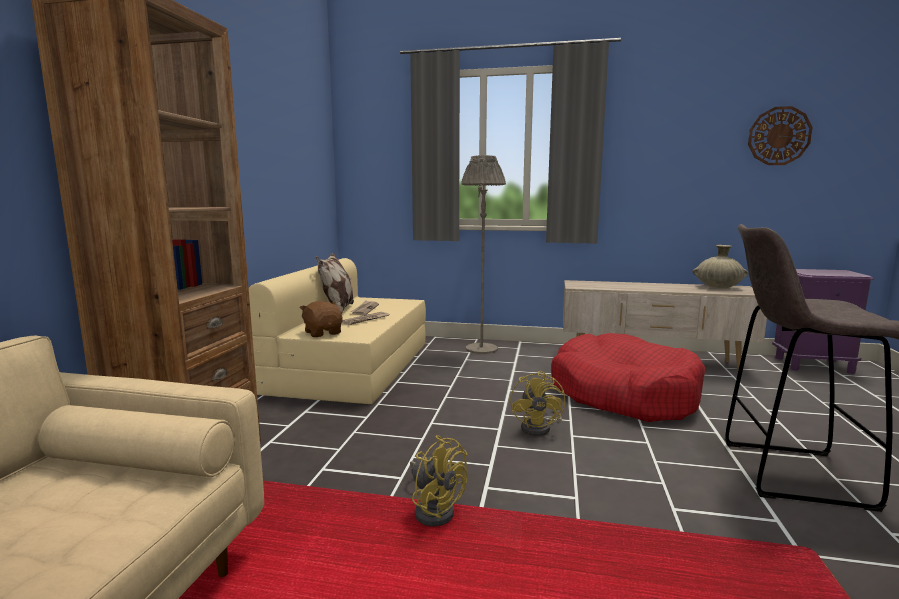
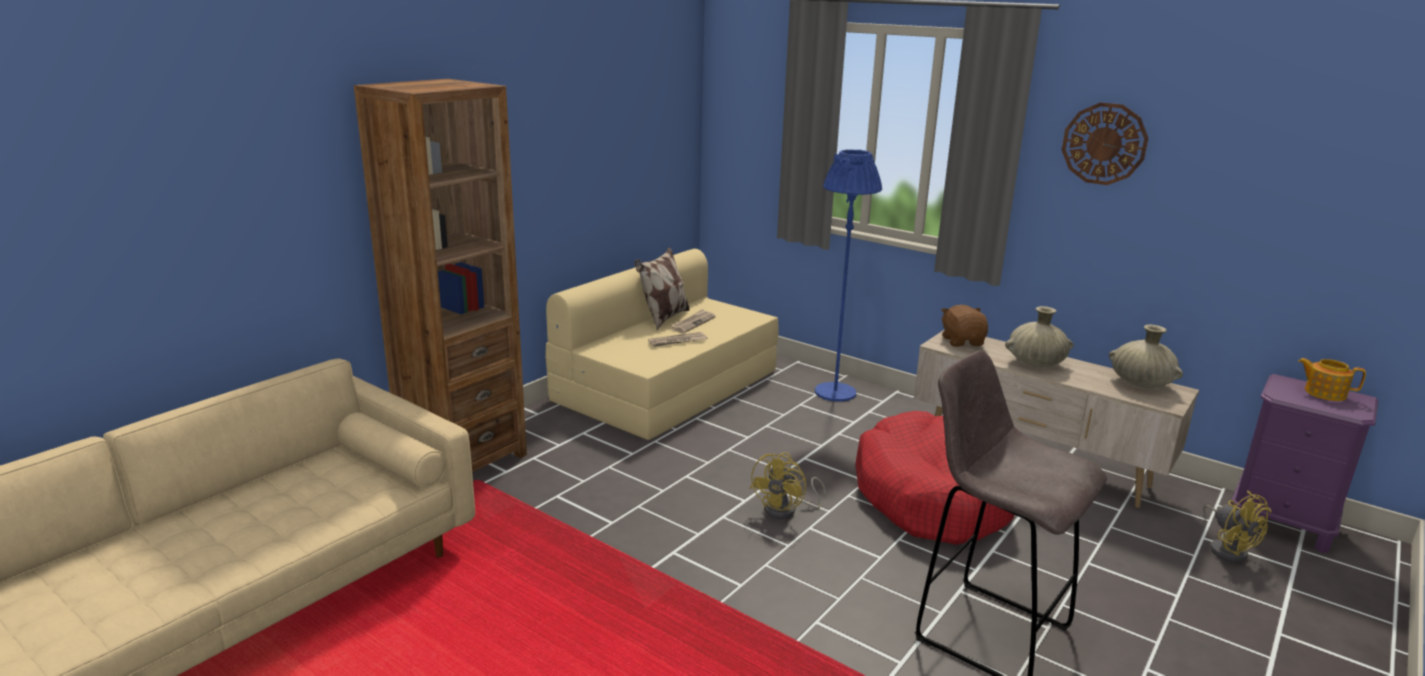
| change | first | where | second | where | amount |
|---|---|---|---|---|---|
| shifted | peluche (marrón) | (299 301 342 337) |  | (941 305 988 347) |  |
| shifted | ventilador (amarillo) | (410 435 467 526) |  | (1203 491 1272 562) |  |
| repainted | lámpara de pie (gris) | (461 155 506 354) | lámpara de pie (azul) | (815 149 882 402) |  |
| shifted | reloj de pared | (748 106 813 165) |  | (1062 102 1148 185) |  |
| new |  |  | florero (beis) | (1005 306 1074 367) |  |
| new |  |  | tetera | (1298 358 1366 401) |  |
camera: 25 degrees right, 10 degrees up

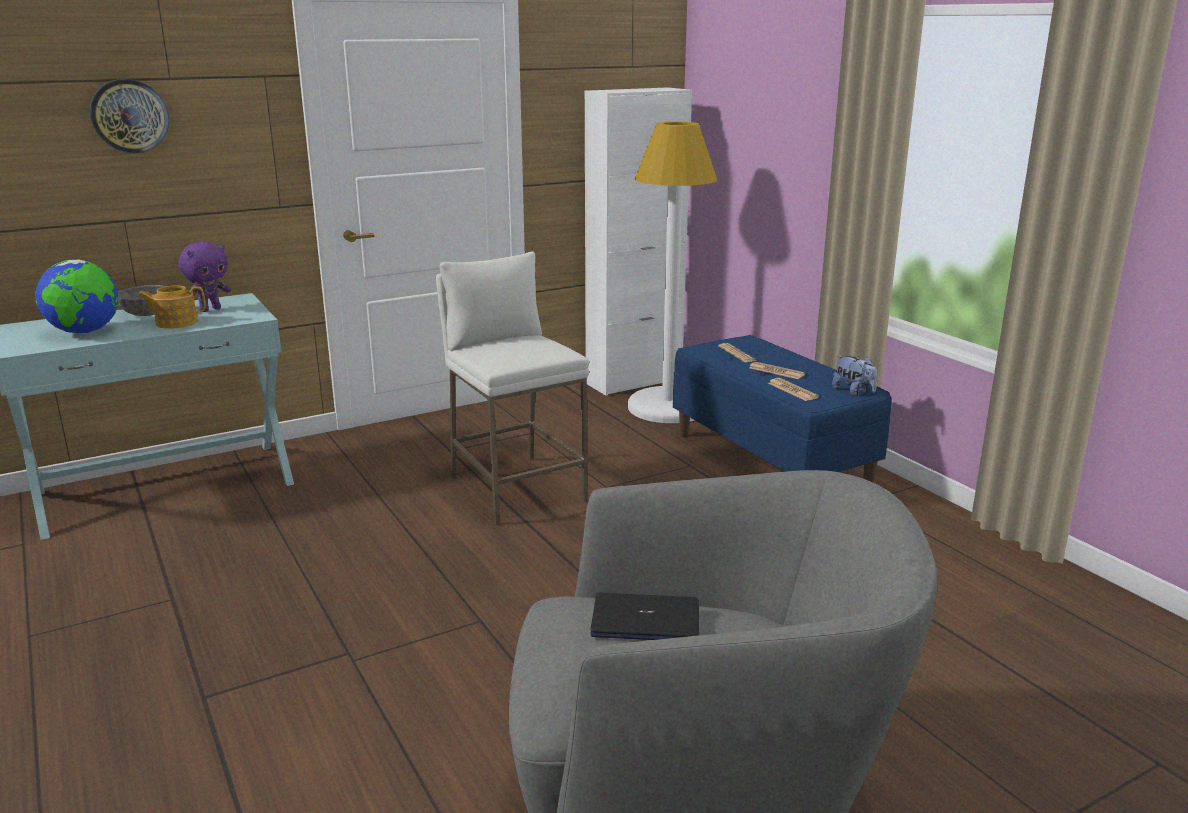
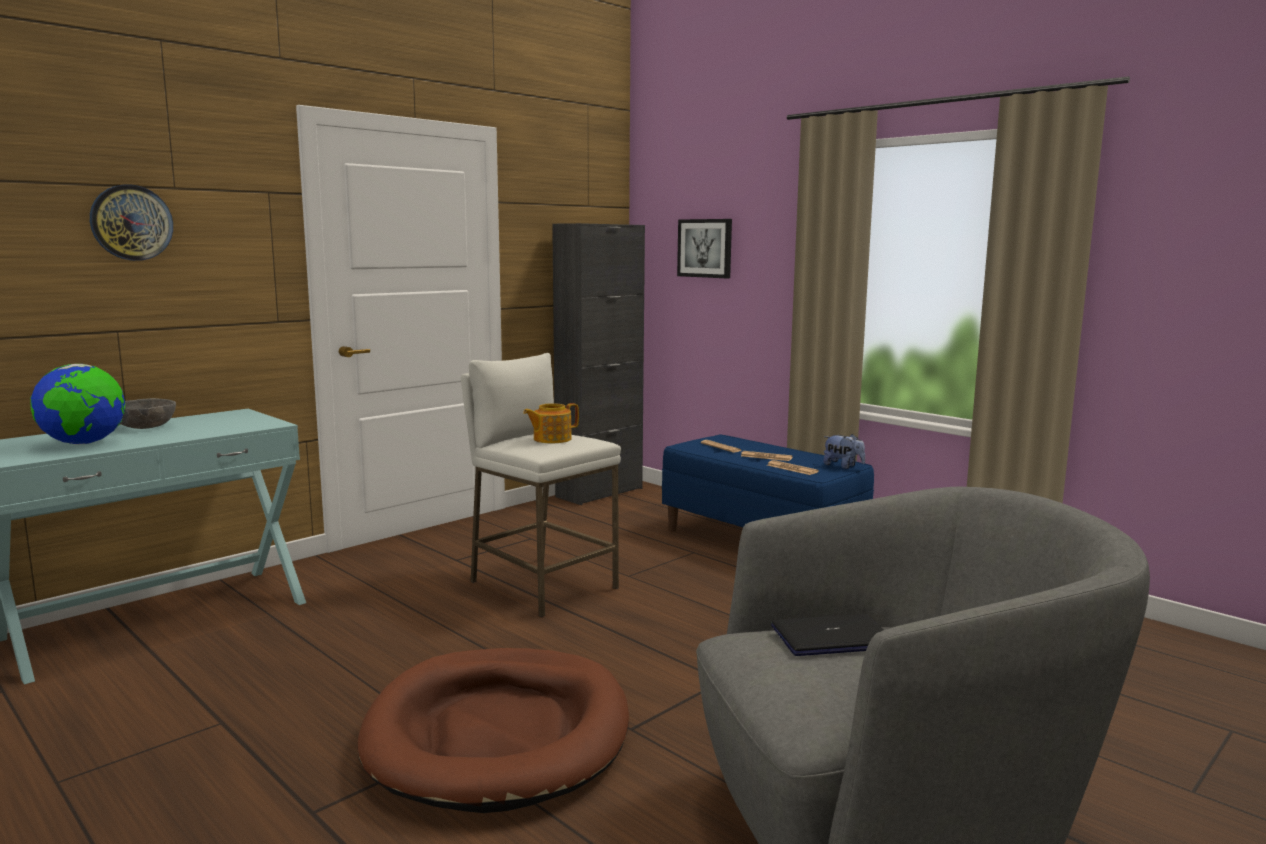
| change | first | where | second | where | amount |
|---|---|---|---|---|---|
| shifted | tetera | (137 285 206 329) |  | (523 403 579 443) |  |
| gone | peluche (morado) | (178 242 231 312) |  |  |  |
| repainted | armario (blanco) | (585 87 692 396) | armario (negro) | (552 223 645 505) |  |
| gone | lámpara de pie (blanco) | (628 122 717 423) |  |  |  |
| new |  |  | cama para perro (marrón) | (358 648 629 813) |  |
| new |  |  | cuadro | (677 219 732 278) |  |
camera: 15 degrees left, 10 degrees down

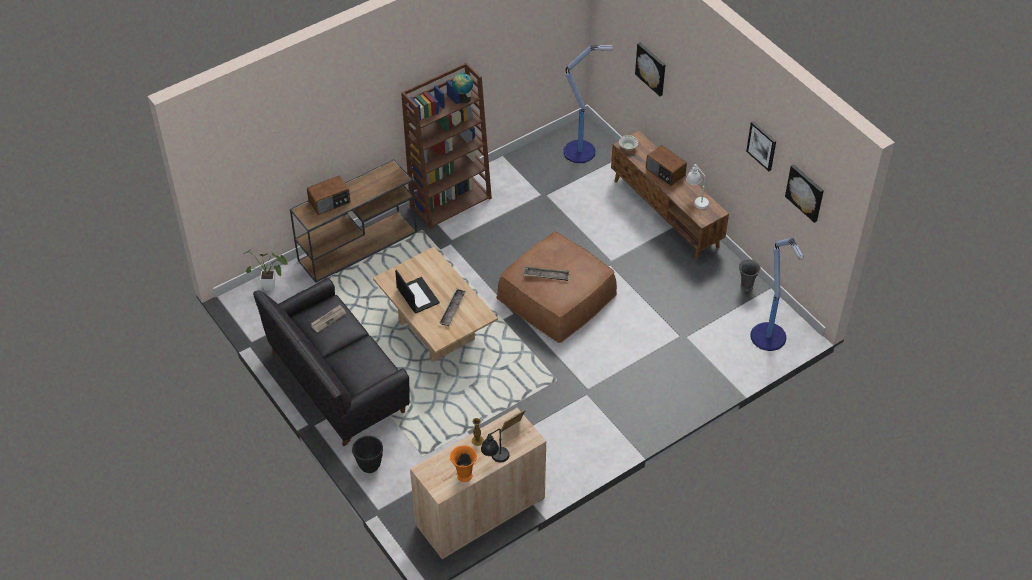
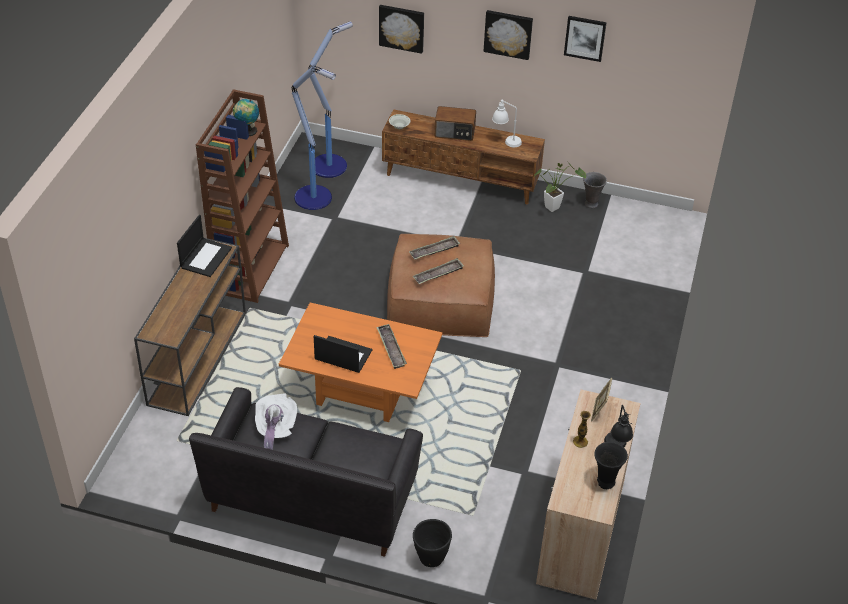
| change | first | where | second | where | amount |
|---|---|---|---|---|---|
| shifted | planta en maceta | (245 250 287 291) |  | (533 163 586 212) |  |
| gone | radio | (307 176 350 215) |  |  |  |
| swapped | periódico | (311 305 346 333) | sombrero (blanco) | (255 393 297 450) |  |
| repainted | mesa de centro (beis) | (373 247 498 362) | mesa de centro (naranja) | (279 303 442 422) |  |
| repainted | florero (naranja) | (450 446 477 482) | florero (negro) | (594 442 628 489) |  |
| shifted | lámpara de pie | (750 238 804 351) |  | (292 65 336 210) |  |
| shifted | cuadro | (785 164 824 223) |  | (483 10 533 60) |  |
| new |  |  | portátil | (177 215 232 277) |  |
| new |  |  | bandeja | (409 236 460 260) |  |
camera: 40 degrees left, 5 degrees down

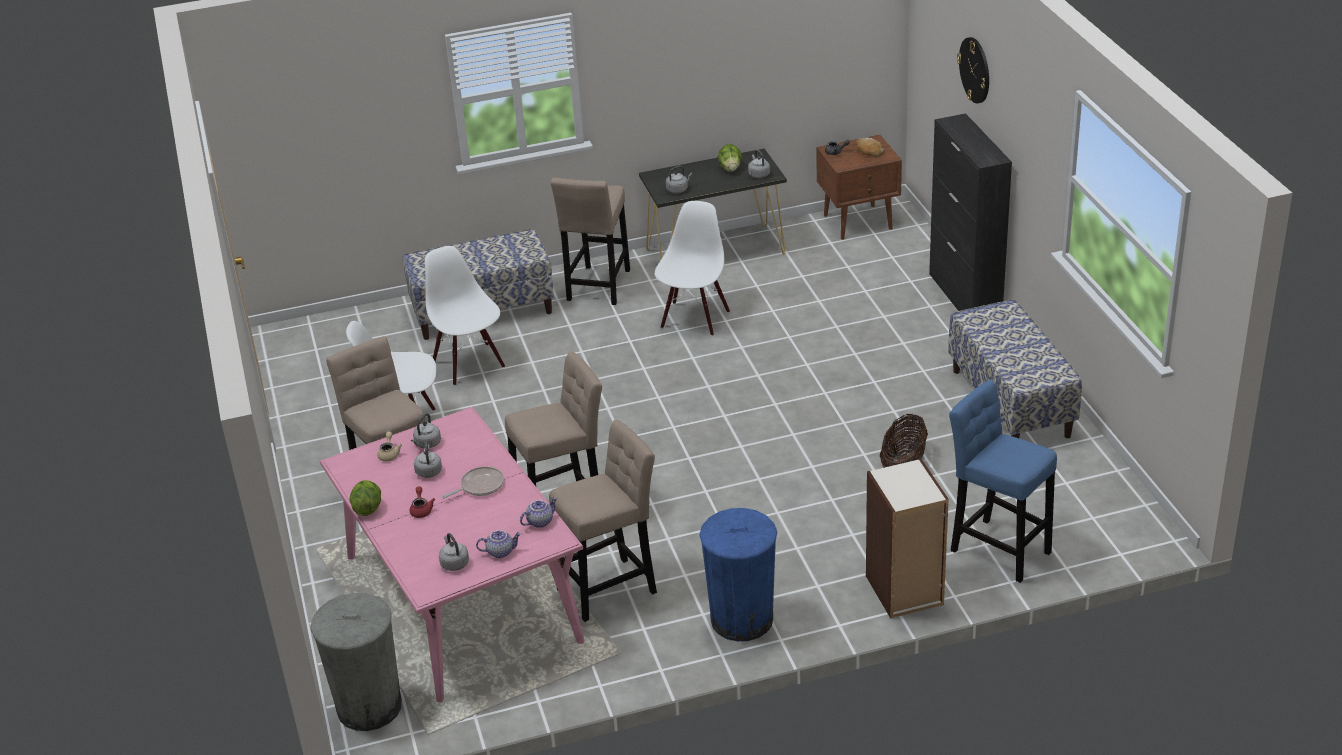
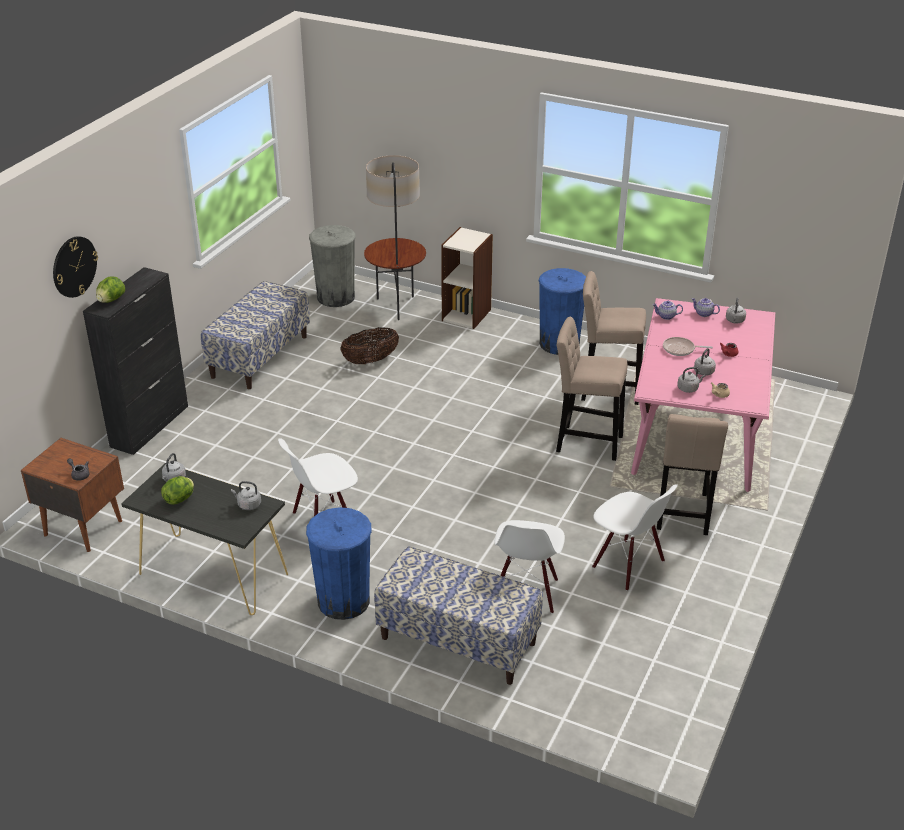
| change | first | where | second | where | amount |
|---|---|---|---|---|---|
| shifted | papelera (gris) | (311 593 402 731) |  | (309 225 356 307) |  |
| shifted | lechuga | (349 480 381 516) |  | (96 277 125 303) |  |
| swapped | taburete (beis) | (551 177 630 305) | papelera (azul) | (306 507 371 620) |  |
| gone | pan | (856 137 884 157) |  |  |  |
| swapped | taburete (azul) | (949 380 1057 583) | lámpara de pie | (364 155 426 320) |  |
camera: 140 degrees left, 0 degrees up

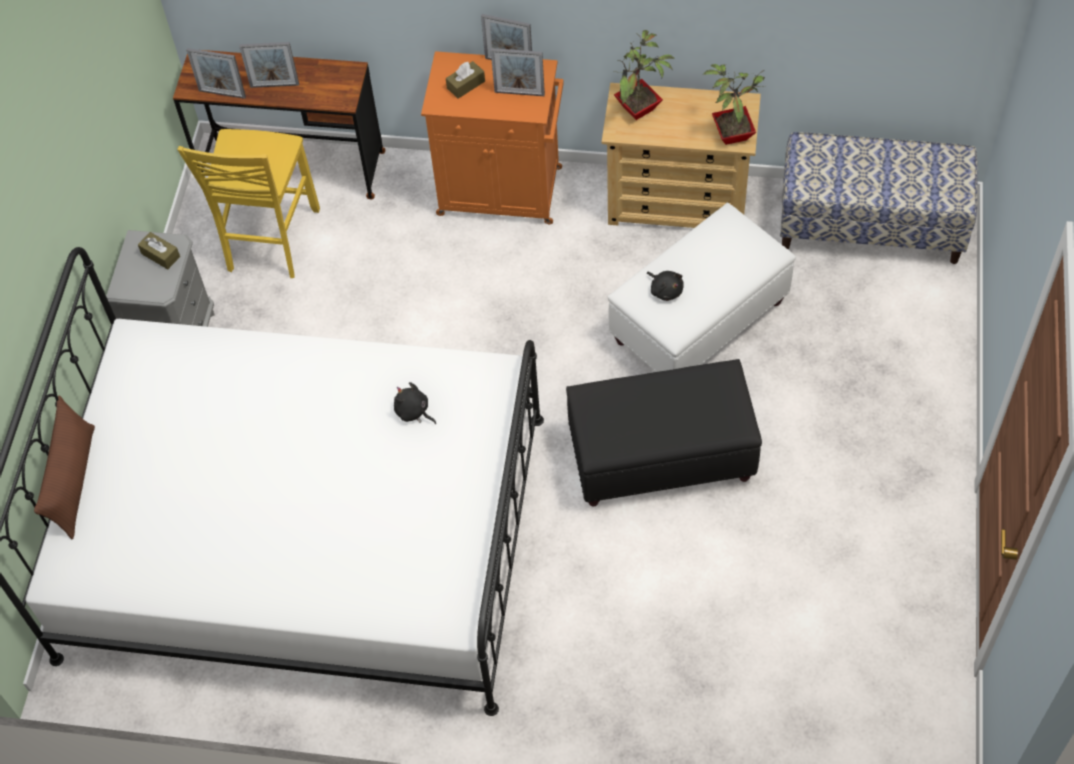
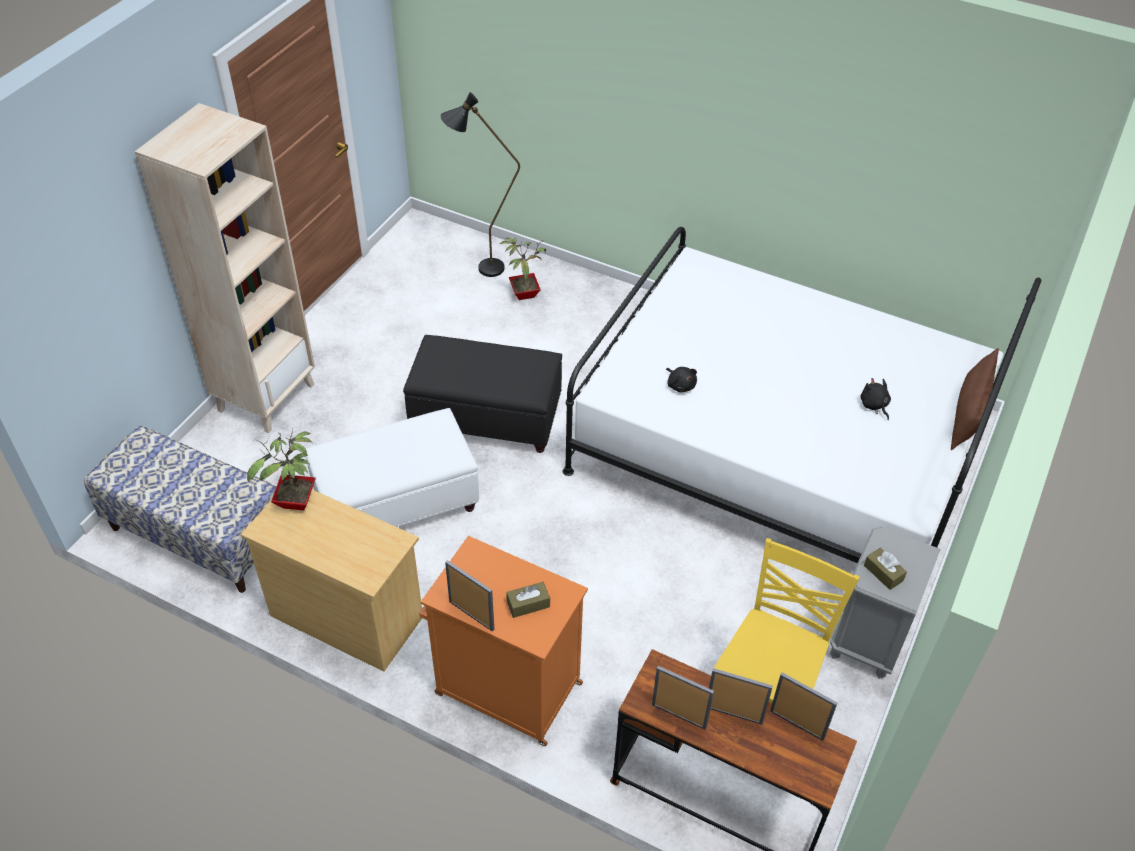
| change | first | where | second | where | amount |
|---|---|---|---|---|---|
| shifted | portarretratos | (491 48 545 96) |  | (652 666 714 730) |  |
| shifted | planta en maceta | (614 30 675 120) |  | (500 237 546 300) |  |
| shifted | peluche (negro) | (647 271 684 301) |  | (861 378 891 420) |  |
| new |  |  | estantería (beis) | (135 103 315 433) |  |
| new |  |  | lámpara de pie (negro) | (440 92 520 277) |  |
camera: 165 degrees left, 10 degrees down

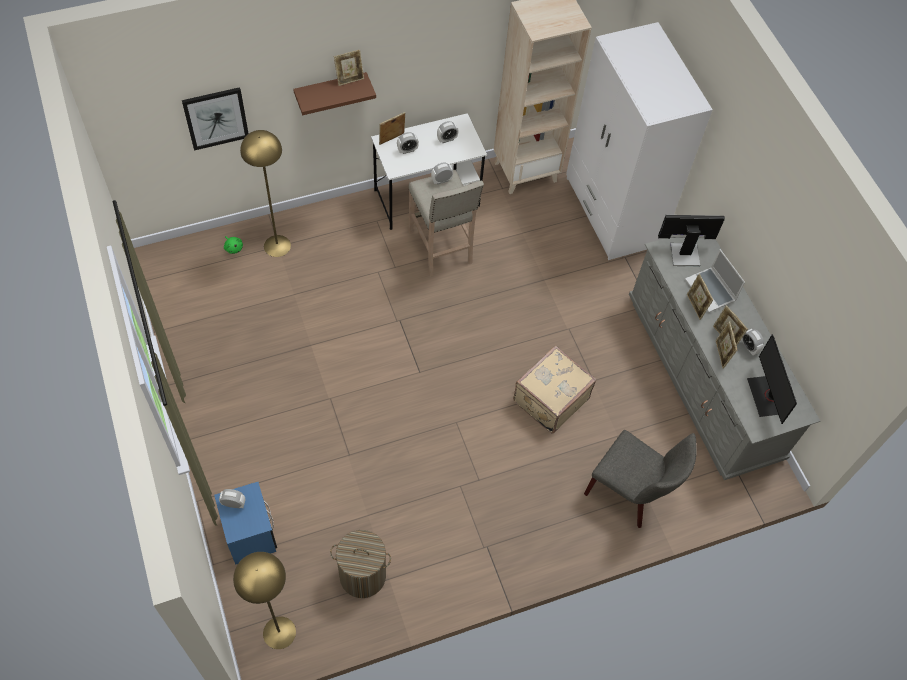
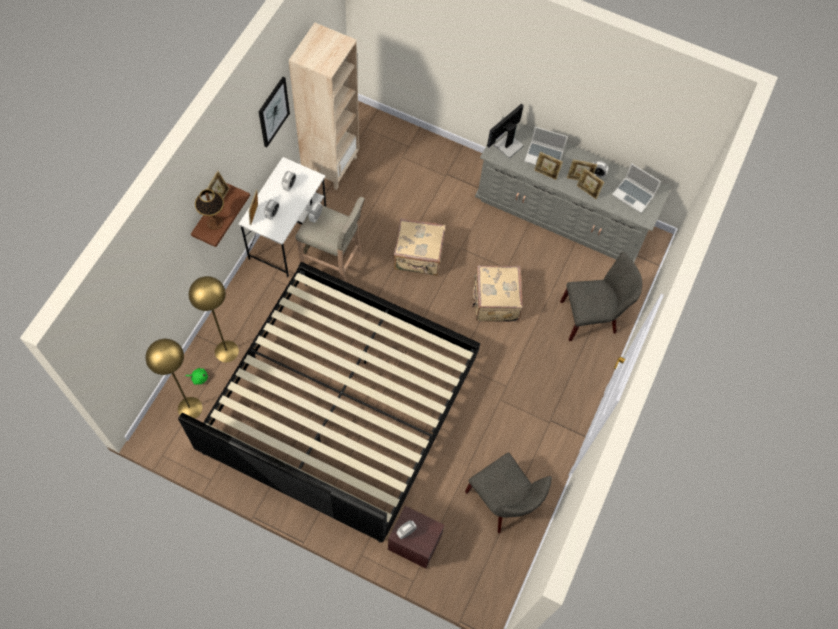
| change | first | where | second | where | amount |
|---|---|---|---|---|---|
| shifted | cuadro | (182 87 249 151) |  | (259 77 290 147) |  |
| repainted | mesita de noche (azul) | (214 482 277 565) | mesita de noche (marrón) | (388 506 445 568) |  |
| shifted | lámpara de pie (amarillo) | (233 552 296 649) |  | (146 339 202 418) |  |
| swapped | cesto de la ropa | (330 530 391 598) | silla (gris) | (465 452 552 533) |  |
| gone | armario ropero (blanco) | (566 22 713 260) |  |  |  |
| swapped | monitor | (747 334 797 424) | portátil | (612 163 661 213) |  |
| new |  |  | cama | (178 262 480 542) |  |
| new |  |  | lámpara de mesa | (195 189 224 230) |  |
| new |  |  | maleta (beis) | (393 218 446 276) |  |
camera: 45 degrees left, 5 degrees up

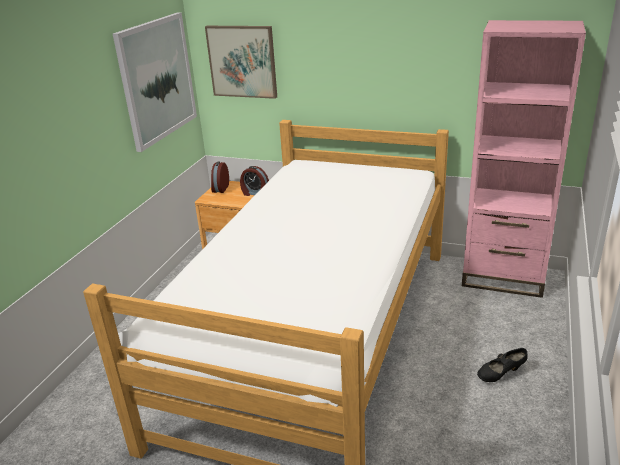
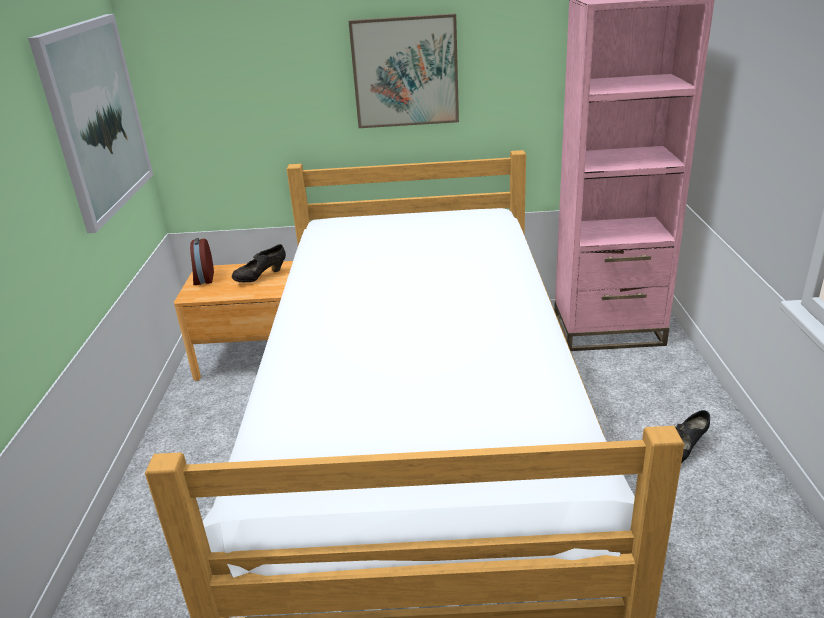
| change | first | where | second | where | amount |
|---|---|---|---|---|---|
| shifted | cuadro | (205 26 277 99) |  | (349 13 459 128) |  |
| swapped | despertador | (240 166 269 196) | zapato (negro) | (232 244 286 282) |  |
camera: 20 degrees left, 0 degrees up

